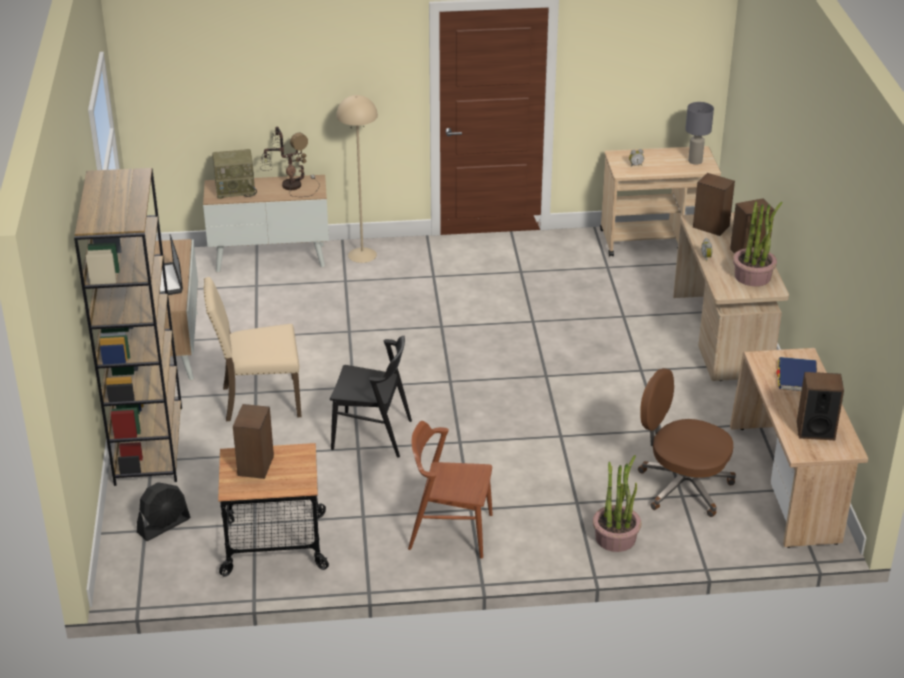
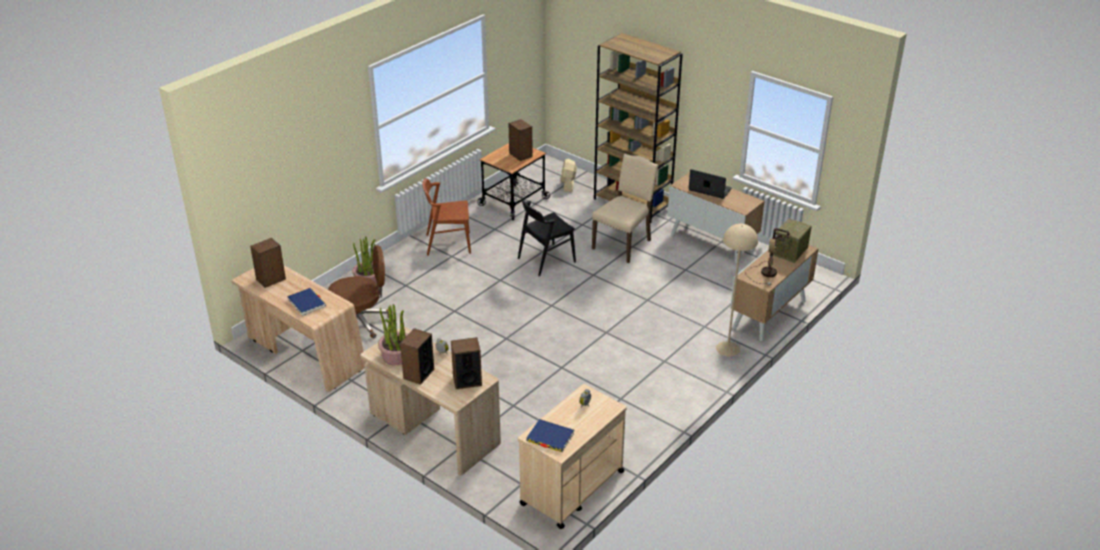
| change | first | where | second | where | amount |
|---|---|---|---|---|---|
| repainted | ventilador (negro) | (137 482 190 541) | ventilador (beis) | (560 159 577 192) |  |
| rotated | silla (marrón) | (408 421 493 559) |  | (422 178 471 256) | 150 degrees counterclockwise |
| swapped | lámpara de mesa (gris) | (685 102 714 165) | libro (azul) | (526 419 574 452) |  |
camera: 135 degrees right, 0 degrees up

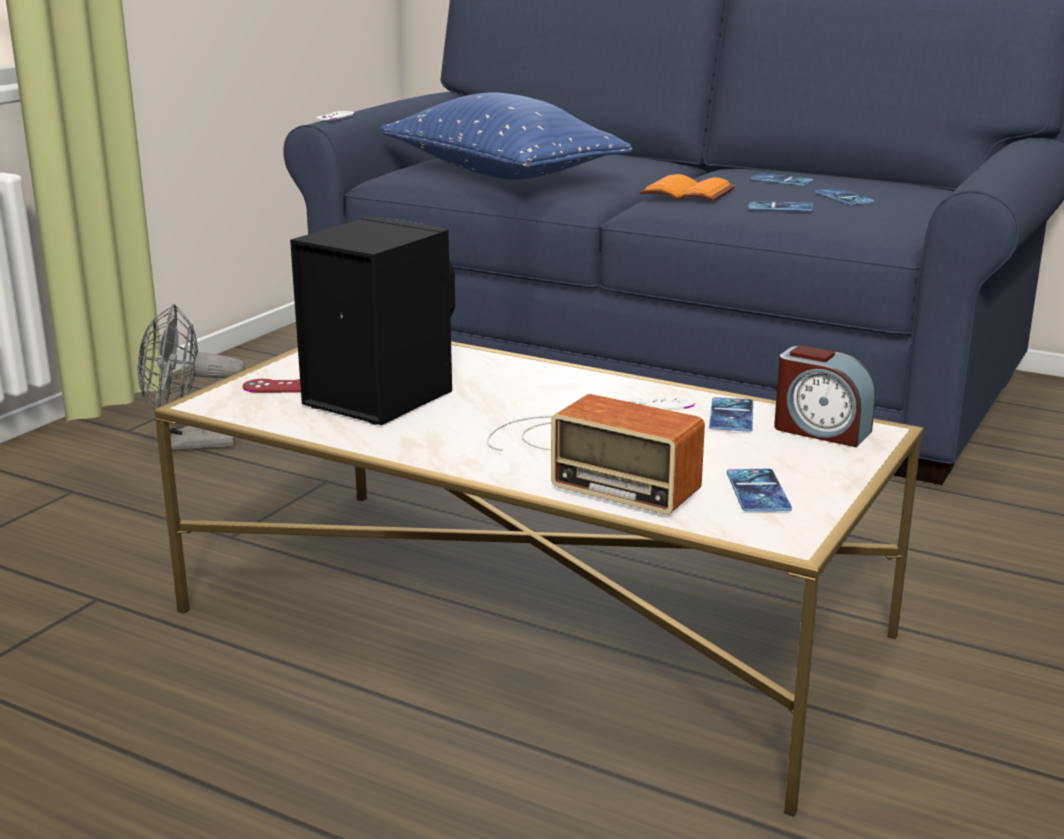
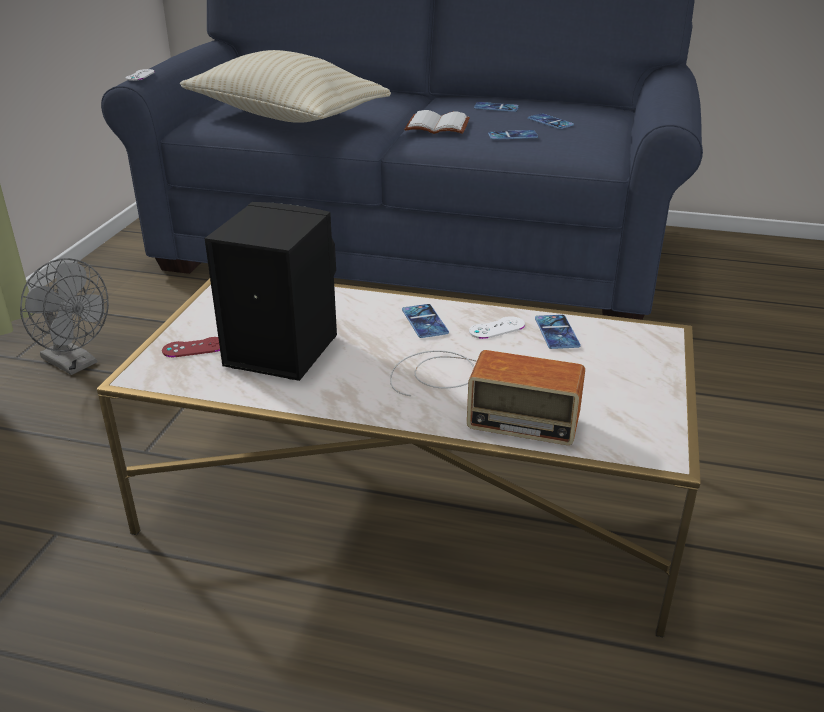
| change | first | where | second | where | amount |
|---|---|---|---|---|---|
| rotated | ventilador (gris) | (138 304 245 450) |  | (20 258 109 375) | 120 degrees counterclockwise |
| repainted | cojín (azul) | (380 92 633 180) | cojín (beis) | (180 50 391 123) |  |
| repainted | libro (naranja) | (640 174 735 201) | libro (blanco) | (404 110 470 134) |  |
| shifted | móvil | (727 469 792 512) |  | (402 304 449 338) |  |
| gone | despertador | (774 345 876 447) |  |  |  |
camera: 15 degrees left, 10 degrees up

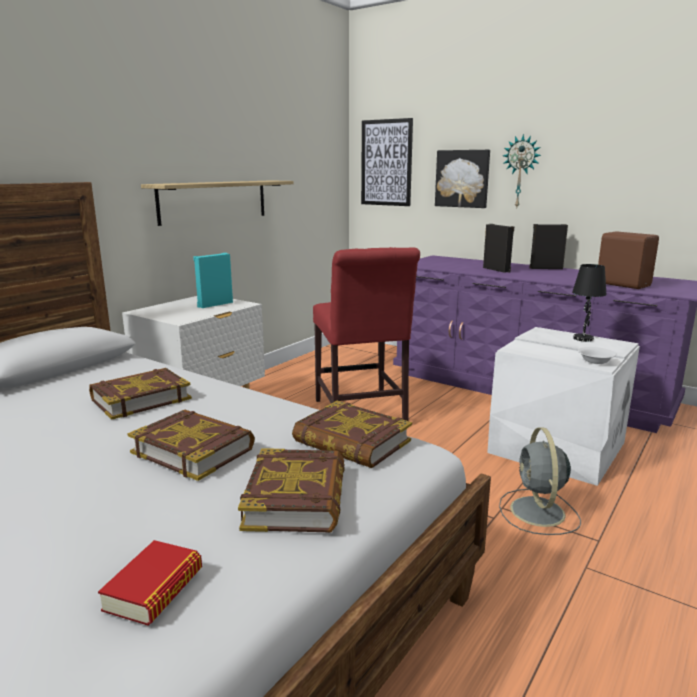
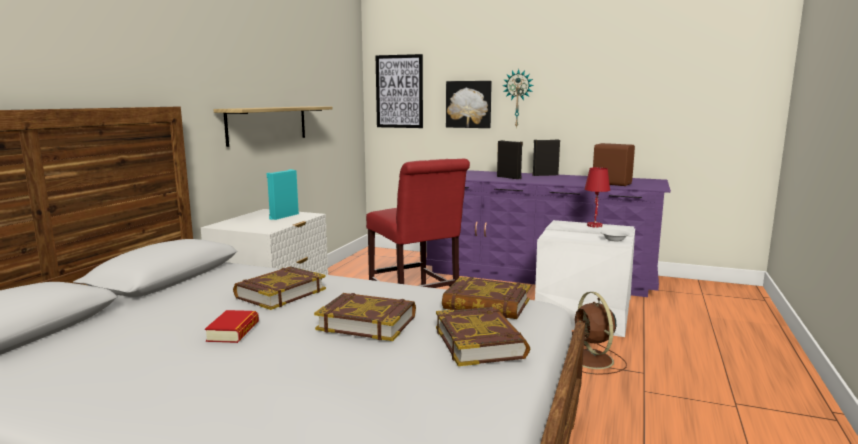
| change | first | where | second | where | amount |
|---|---|---|---|---|---|
| shifted | libro | (98 540 202 625) |  | (205 310 259 343) |  |
| repainted | ventilador (gris) | (499 427 581 535) | ventilador (marrón) | (575 292 627 375) |  |
| repainted | lámpara de mesa (negro) | (572 264 606 342) | lámpara de mesa (rojo) | (585 167 610 228) |  |
camera: 15 degrees left, 5 degrees down

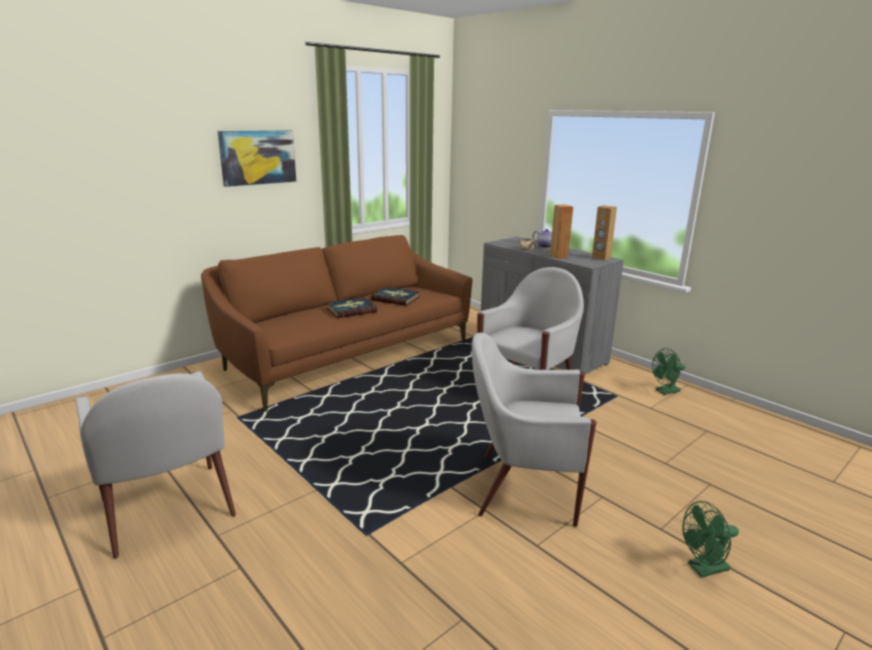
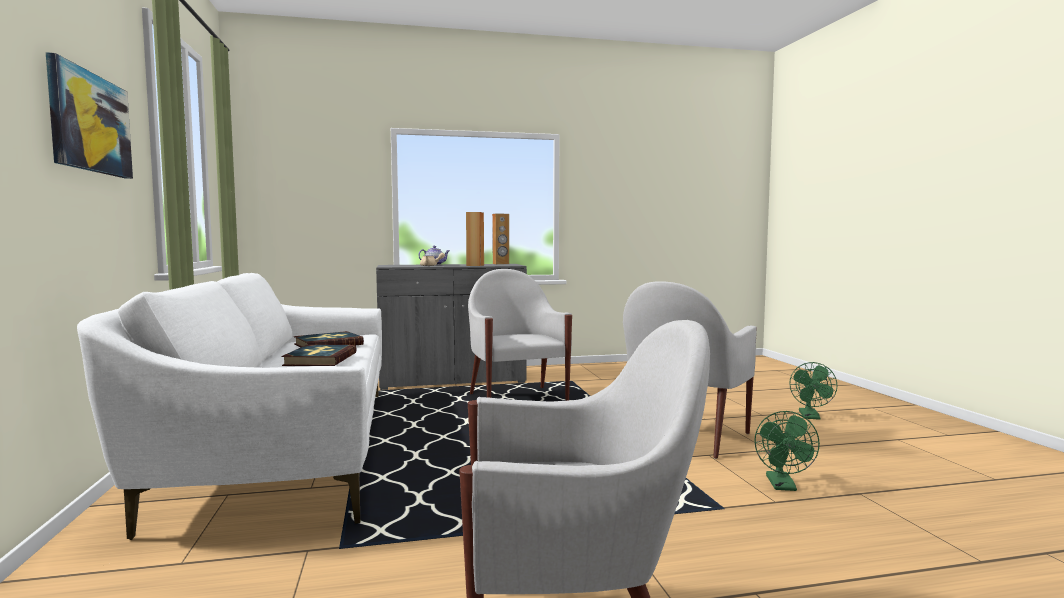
| change | first | where | second | where | amount |
|---|---|---|---|---|---|
| repainted | sofá (marrón) | (201 235 473 412) | sofá (blanco) | (77 273 382 540) |  |
| shifted | ventilador (verde) | (652 348 685 395) |  | (754 411 820 491) |  |
camera: 60 degrees left, 15 degrees down

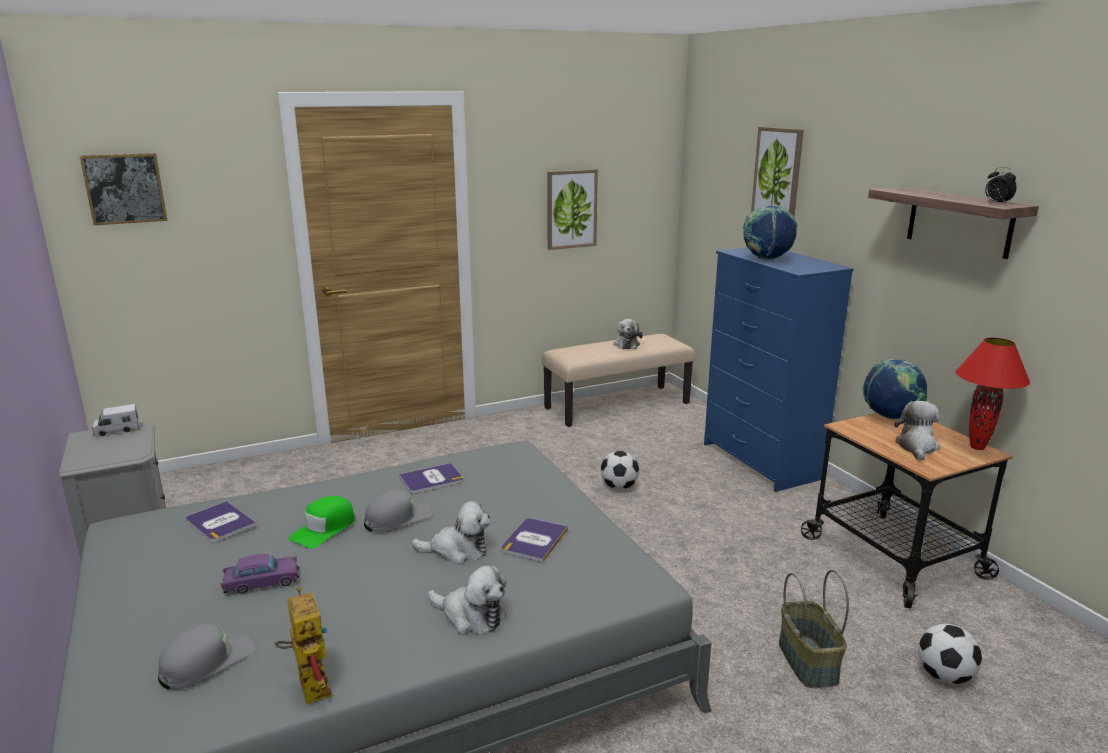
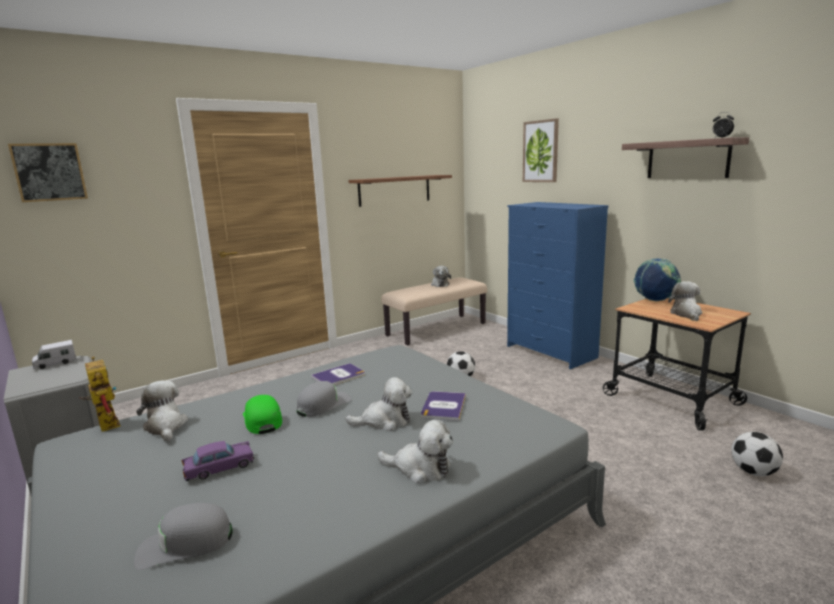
| change | first | where | second | where | amount |
|---|---|---|---|---|---|
| rotated | gorra (gris) | (158 624 255 690) |  | (134 503 233 570) | 135 degrees counterclockwise |
| swapped | libro | (186 501 256 542) | peluche | (136 380 188 441) |  |
| shifted | robot de juguete | (275 587 333 704) |  | (79 357 121 432) |  |
| rotated | gorra (verde) | (289 496 355 548) |  | (243 395 282 434) | 135 degrees clockwise |
| swapped | cuadro | (547 169 598 250) | estante (marrón) | (348 175 452 207) |  |
| gone | globo terráqueo | (743 205 798 260) |  |  |  |
| gone | cesta | (779 570 849 688) |  |  |  |
| gone | lámpara de mesa (rojo) | (956 338 1030 450) |  |  |  |
camera: 10 degrees left, 5 degrees down

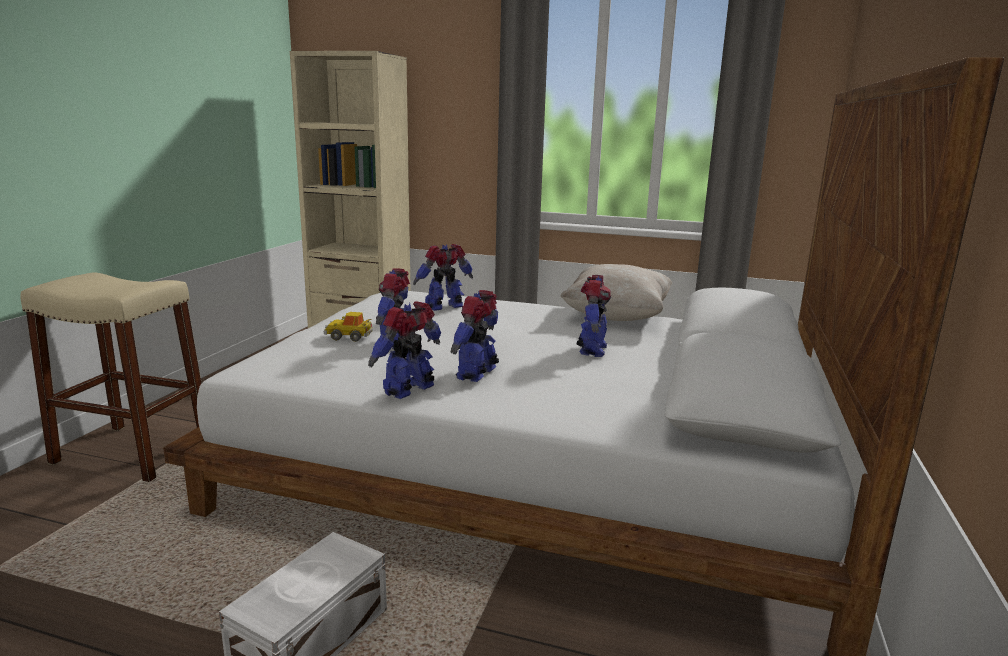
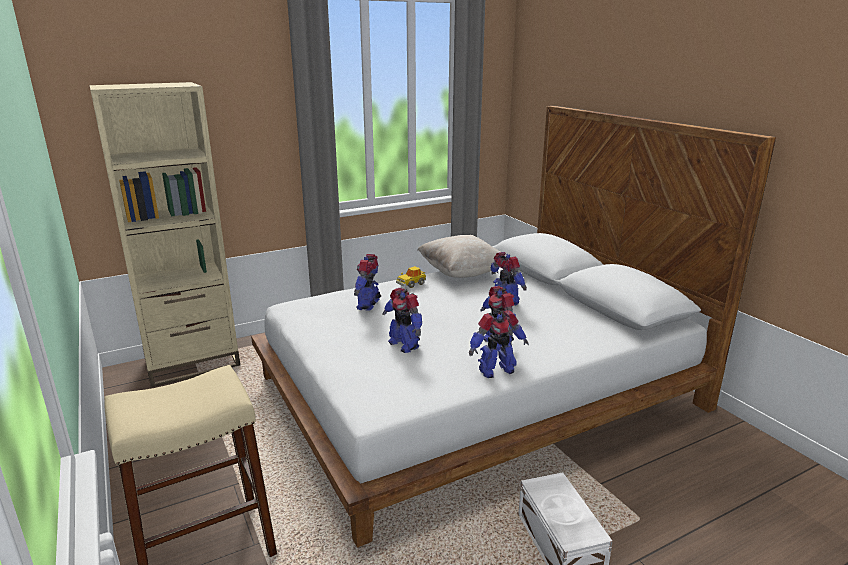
| change | first | where | second | where | amount |
|---|---|---|---|---|---|
| shifted | coche de juguete | (324 312 373 342) |  | (396 266 426 288) |  |
| rotated | robot de juguete | (368 301 441 399) |  | (469 310 529 378) | 105 degrees counterclockwise |
camera: 45 degrees left, 5 degrees up

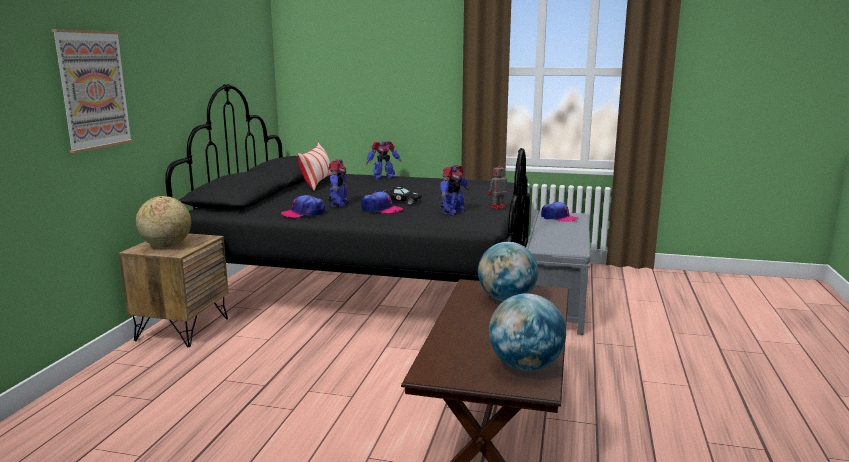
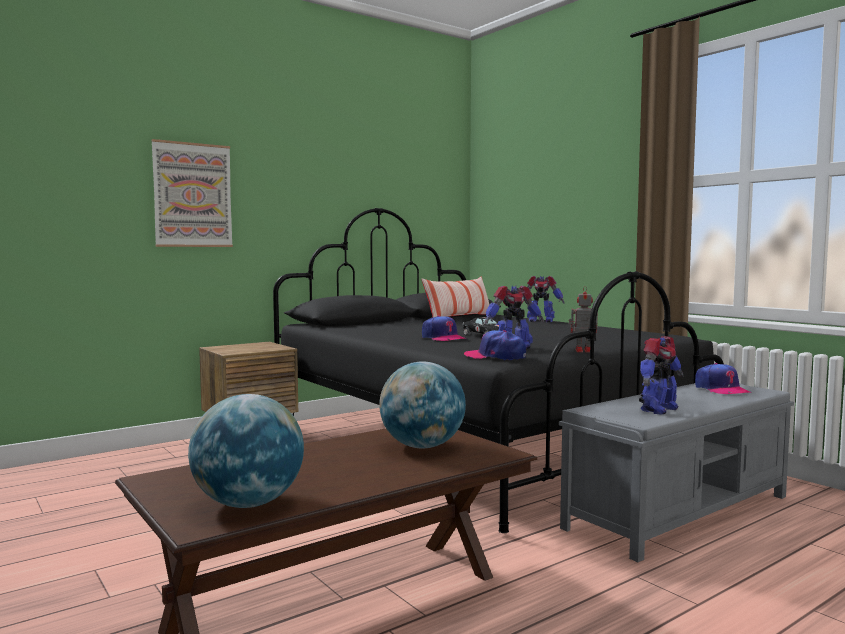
| change | first | where | second | where | amount |
|---|---|---|---|---|---|
| gone | globo terráqueo | (136 196 191 247) |  |  |  |
| shifted | gorra | (281 195 325 218) |  | (464 330 526 360) |  |
| shifted | robot de juguete | (328 159 349 207) |  | (639 336 683 415) |  |
camera: 40 degrees right, 10 degrees down

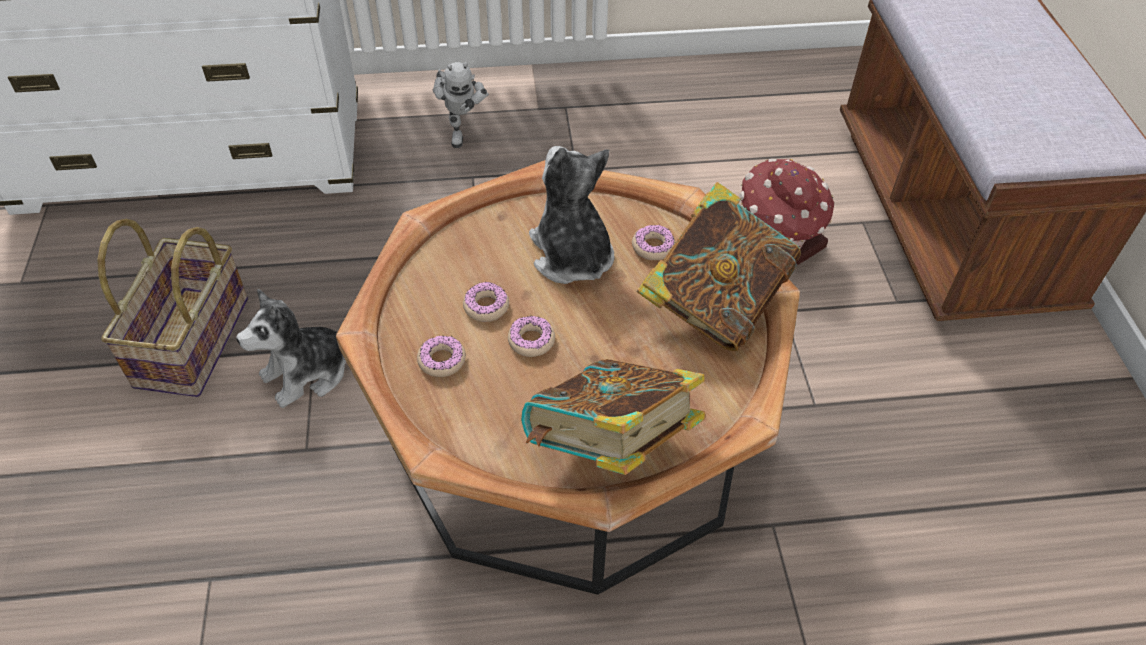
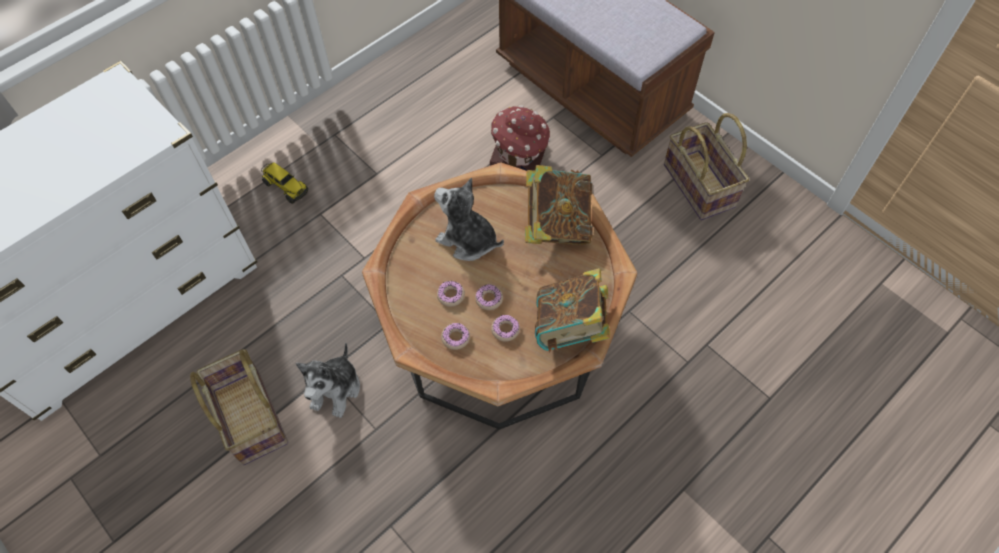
| change | first | where | second | where | amount |
|---|---|---|---|---|---|
| swapped | robot de juguete | (432 62 489 148) | camión de juguete | (261 162 308 204) |  |
| shifted | rosquilla | (632 225 675 260) |  | (491 315 520 342) |  |
| new |  |  | cesta | (664 113 749 220) |  |
camera: 35 degrees left, 10 degrees up

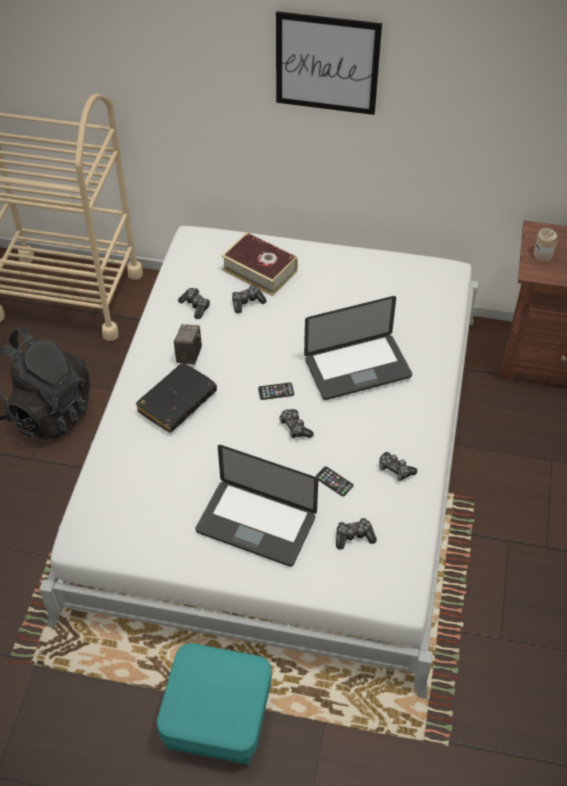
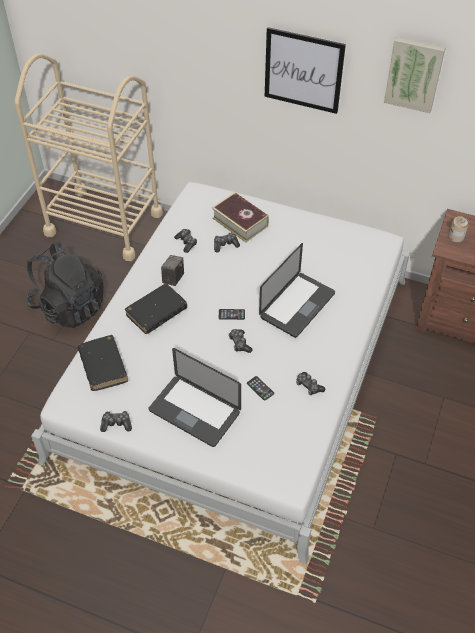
| change | first | where | second | where | amount |
|---|---|---|---|---|---|
| gone | puf (turquesa) | (157 643 272 764) |  |  |  |
| rotated | portátil | (304 296 412 400) |  | (259 243 335 338) | 45 degrees counterclockwise |
| shifted | mando de consola | (336 518 377 550) |  | (100 411 132 432) |  |
| new |  |  | libro (negro) | (78 335 128 391) |  |
| new |  |  | cuadro | (384 37 446 113) |  |
camera: 10 degrees right, 0 degrees up

